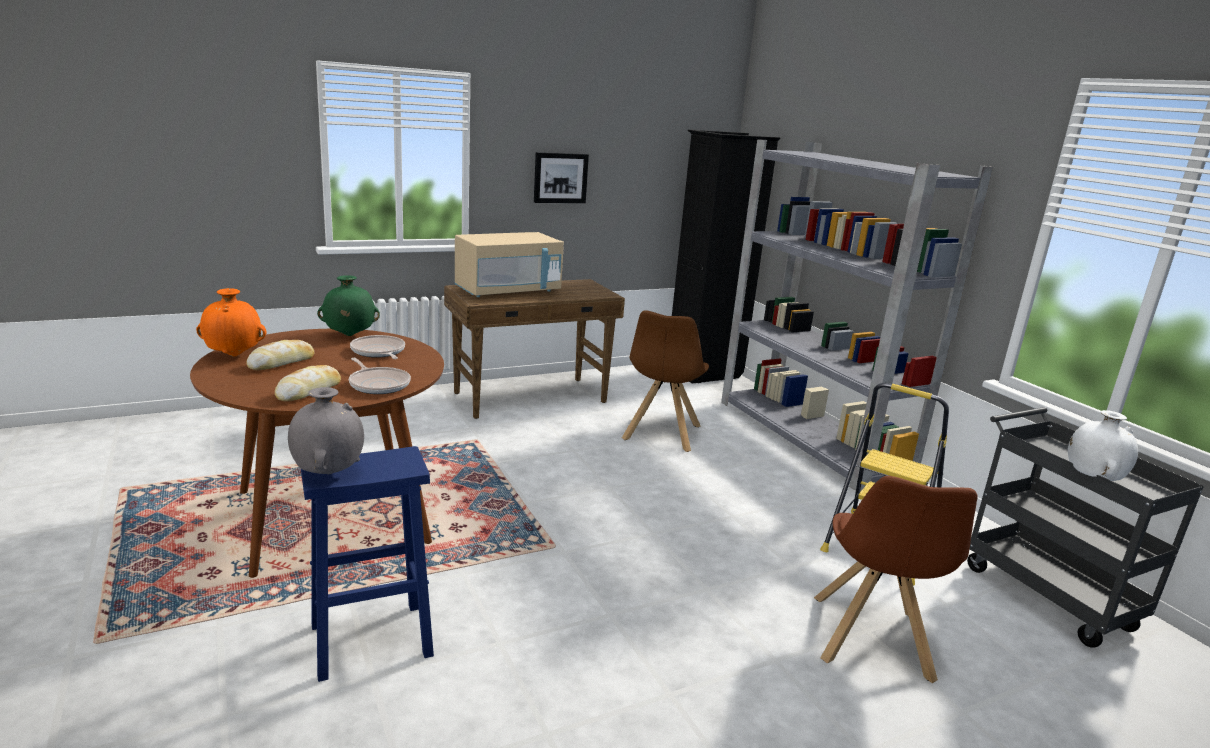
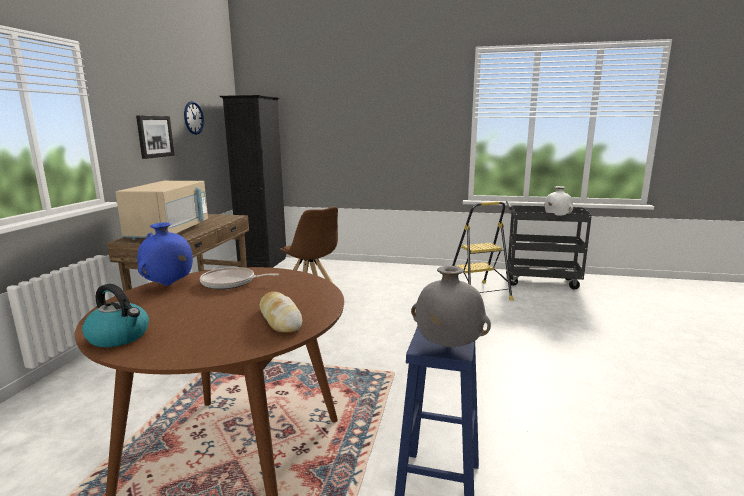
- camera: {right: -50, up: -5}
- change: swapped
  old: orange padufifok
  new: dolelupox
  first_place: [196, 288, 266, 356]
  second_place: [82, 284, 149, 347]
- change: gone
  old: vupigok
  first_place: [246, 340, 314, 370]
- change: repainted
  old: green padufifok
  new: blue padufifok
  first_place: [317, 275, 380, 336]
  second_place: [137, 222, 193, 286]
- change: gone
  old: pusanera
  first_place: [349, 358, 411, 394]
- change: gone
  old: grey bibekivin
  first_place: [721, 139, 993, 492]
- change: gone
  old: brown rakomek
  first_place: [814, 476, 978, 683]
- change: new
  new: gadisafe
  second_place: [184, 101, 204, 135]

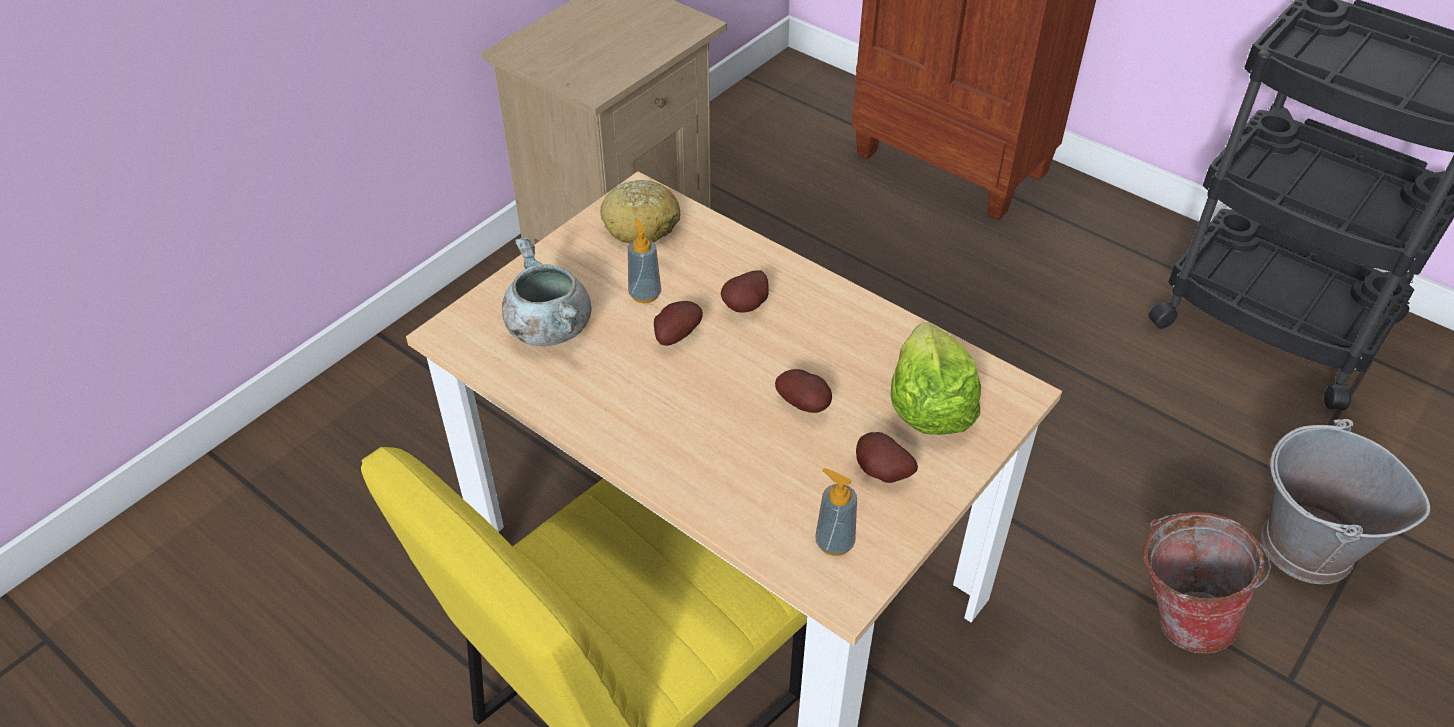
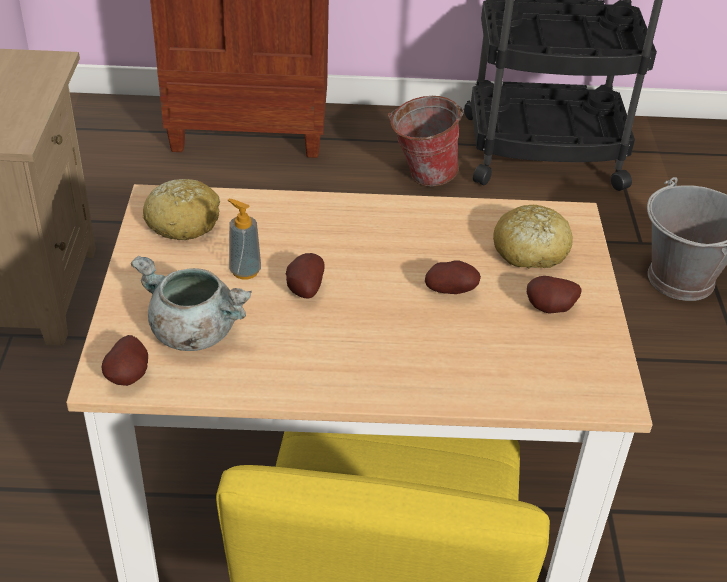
- camera: {right: -40, up: -5}
- change: shifted
  old: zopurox
  first_place: [721, 271, 769, 313]
  second_place: [102, 335, 148, 386]
- change: gone
  old: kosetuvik
  first_place: [815, 468, 857, 556]
- change: swapped
  old: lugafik
  new: vupigok
  first_place: [891, 323, 981, 435]
  second_place: [493, 205, 573, 269]
- change: shifted
  old: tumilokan
  first_place: [1143, 512, 1271, 654]
  second_place: [388, 96, 464, 187]

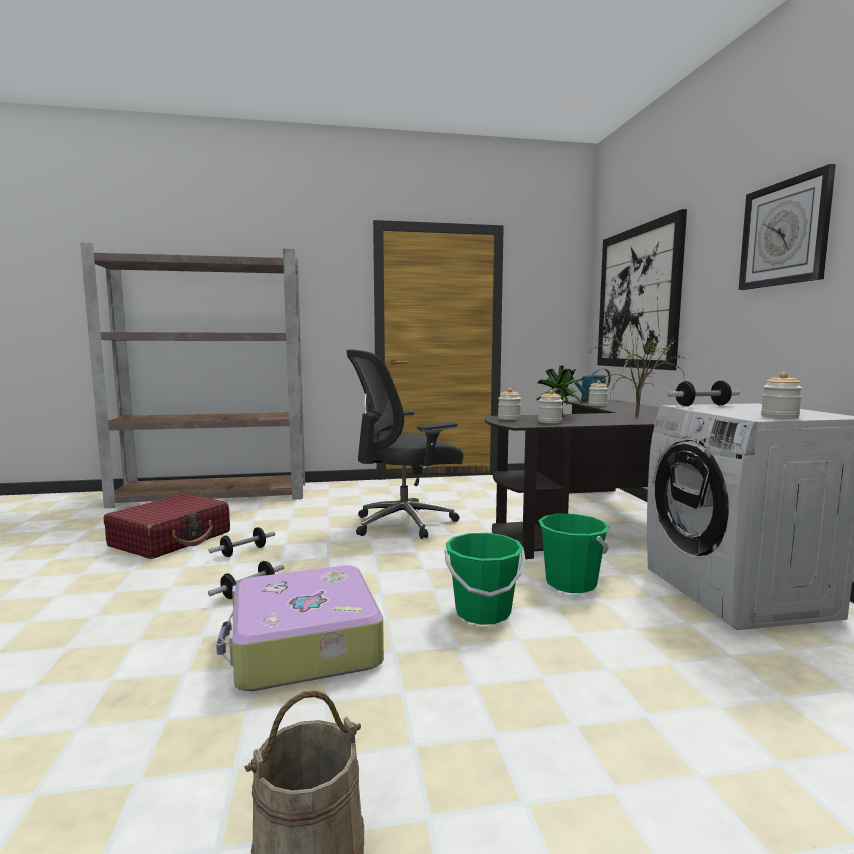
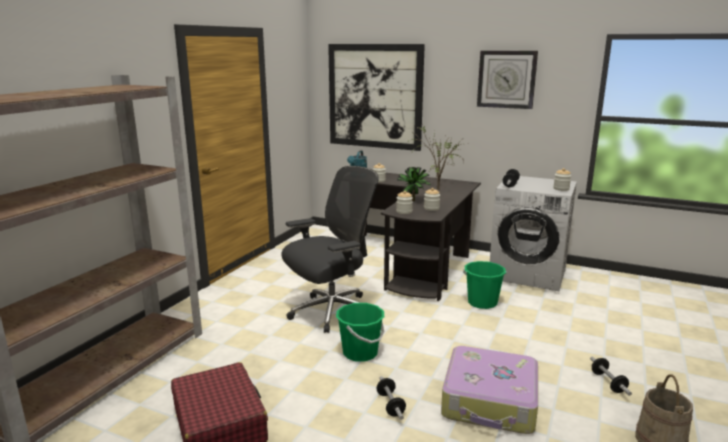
- camera: {right: -55, up: 10}
- change: shifted
  old: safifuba
  first_place: [209, 527, 275, 557]
  second_place: [590, 356, 632, 396]
- change: rotated
  old: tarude
  first_place: [346, 350, 464, 539]
  second_place: [281, 166, 379, 333]
  degrees: -135
- change: shifted
  old: green tumilokan
  first_place: [445, 533, 525, 625]
  second_place: [336, 303, 384, 362]

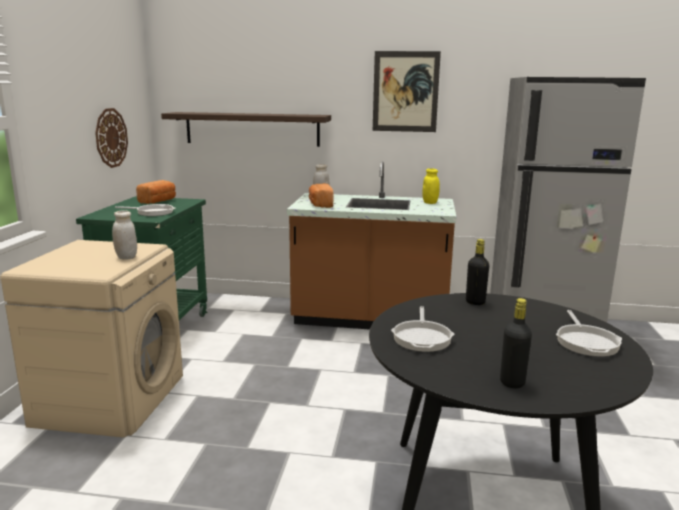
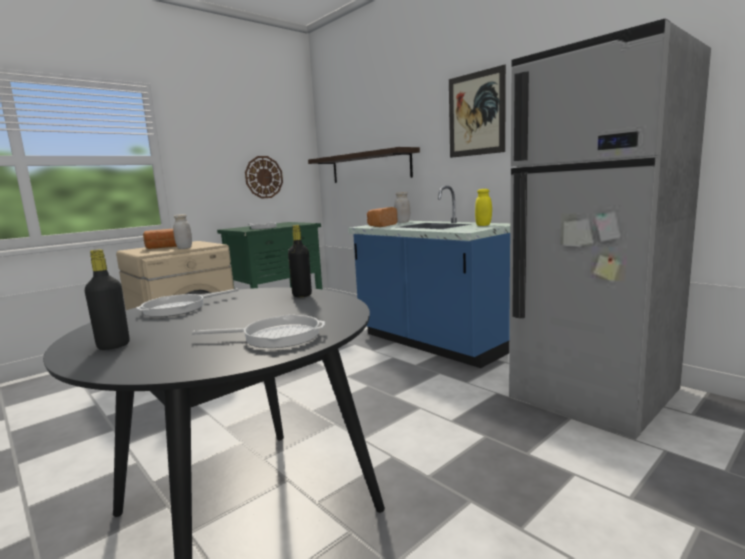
- camera: {right: 40, up: -5}
- change: shifted
  old: vupigok
  first_place: [136, 180, 176, 204]
  second_place: [143, 229, 177, 249]
- change: repainted
  old: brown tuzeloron
  new: blue tuzeloron
  first_place: [287, 161, 456, 330]
  second_place: [348, 186, 510, 368]
- change: rotated
  old: pusanera
  first_place: [556, 310, 622, 357]
  second_place: [192, 314, 325, 348]
  degrees: -135

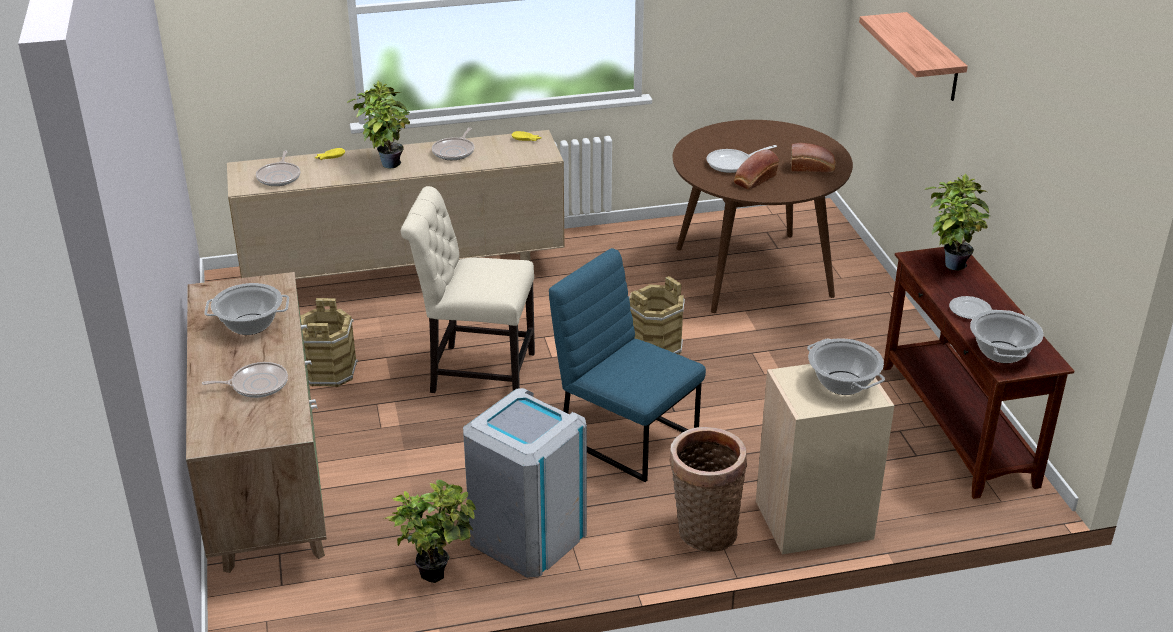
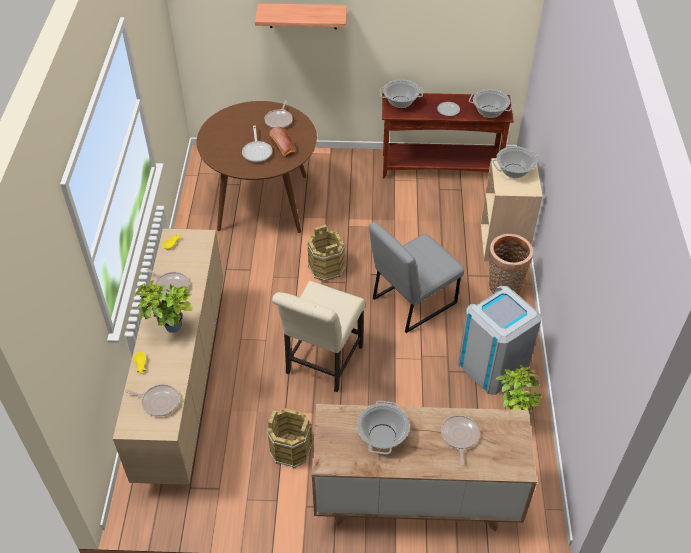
- camera: {right: -75, up: 15}
- change: repainted
  old: blue rakomek
  new: grey rakomek
  first_place: [549, 248, 706, 482]
  second_place: [369, 222, 464, 333]
- change: swapped
  old: vupigok
  new: pusanera
  first_place: [790, 143, 835, 172]
  second_place: [265, 100, 293, 128]
- change: swapped
  old: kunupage
  new: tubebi
  first_place: [925, 173, 990, 271]
  second_place: [380, 79, 423, 108]

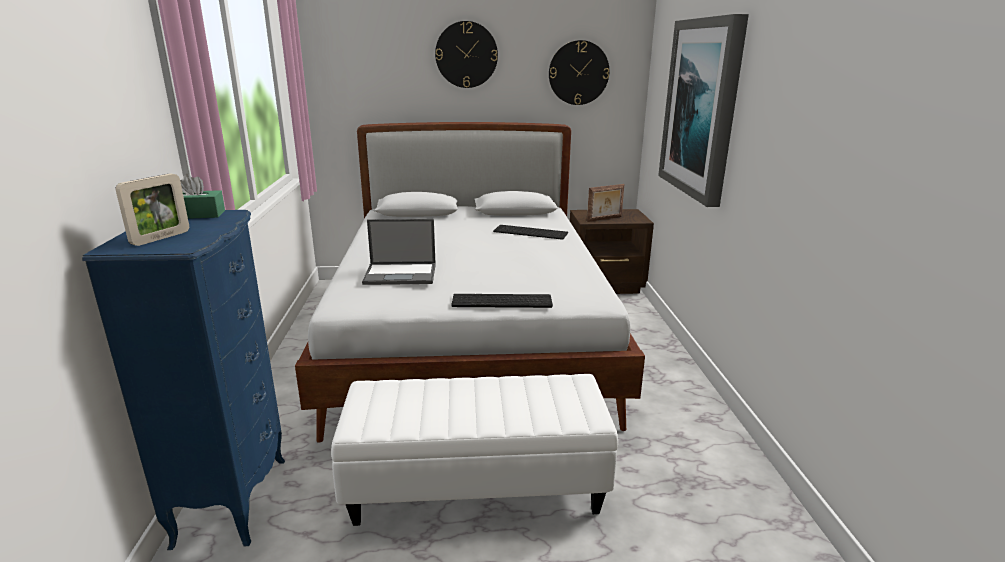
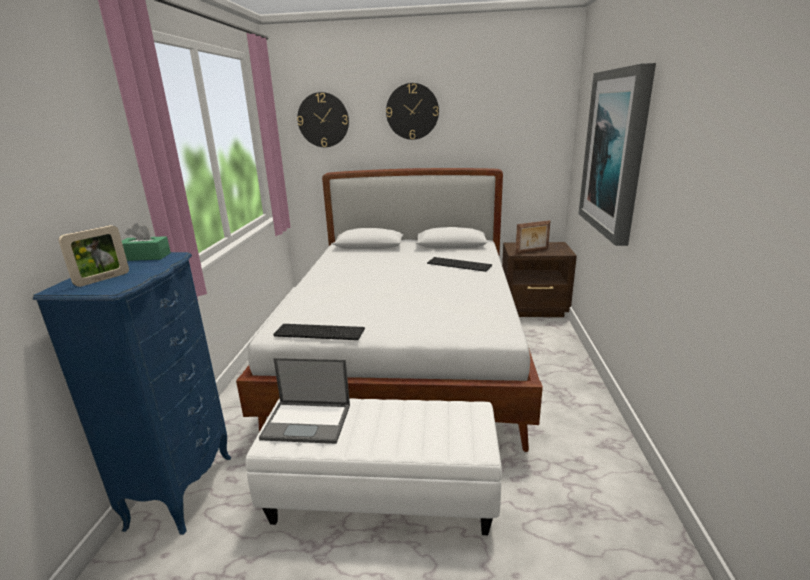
- camera: {right: 10, up: 0}
- change: shifted
  old: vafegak
  first_place: [362, 219, 436, 285]
  second_place: [259, 358, 350, 444]
- change: shifted
  old: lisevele
  first_place: [451, 294, 553, 308]
  second_place: [273, 324, 365, 340]
- change: shifted
  old: gadisafe
  first_place: [549, 40, 609, 105]
  second_place: [297, 92, 349, 147]

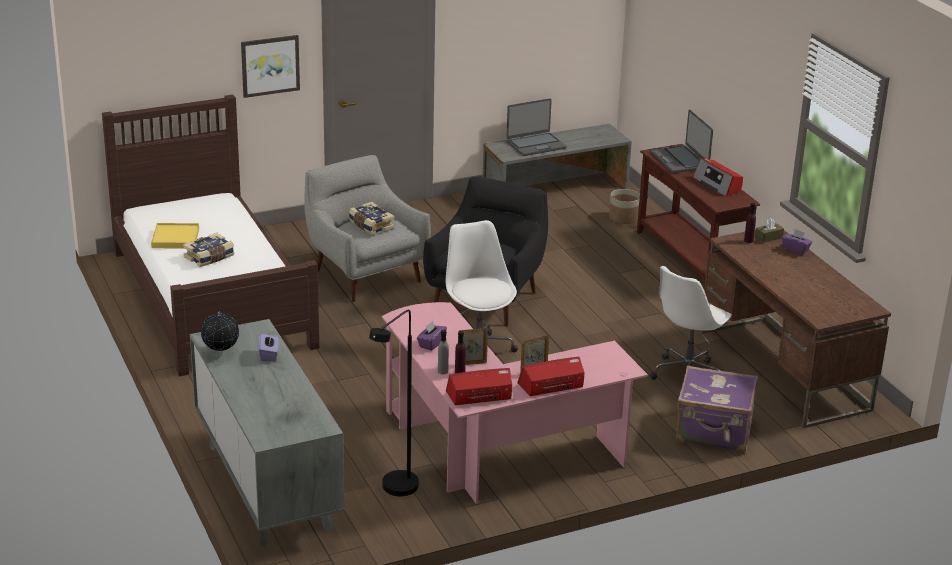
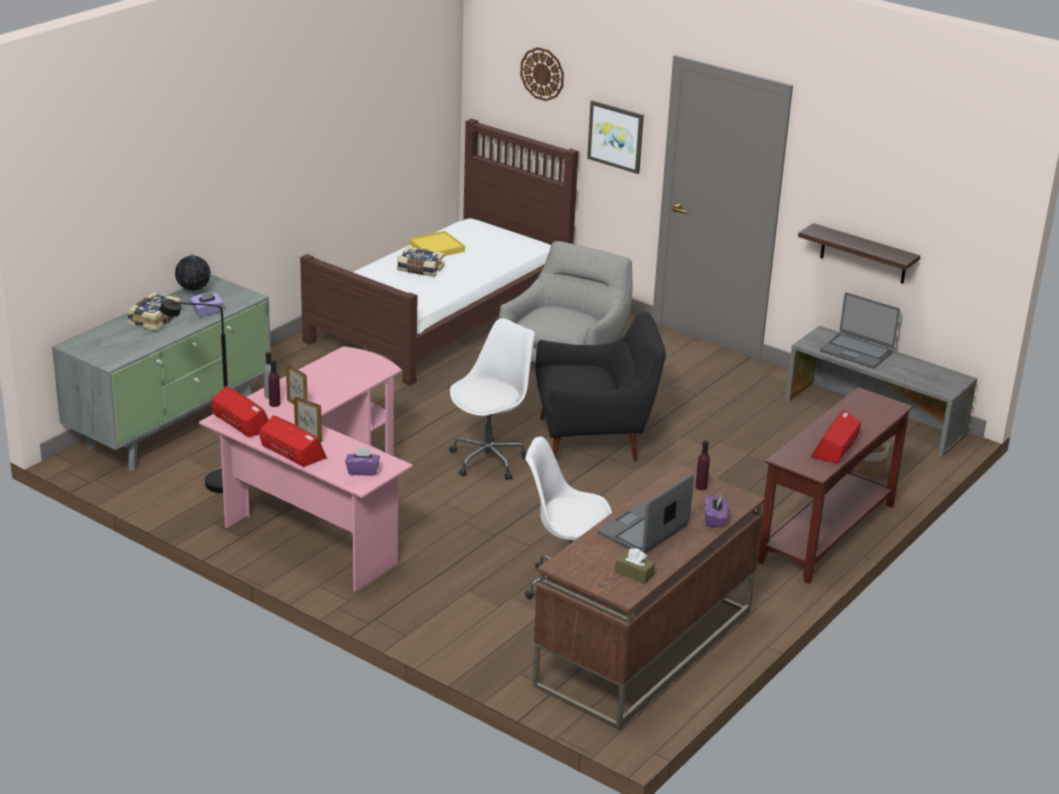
- camera: {right: 60, up: 0}
- change: shifted
  old: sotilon
  first_place: [349, 202, 395, 235]
  second_place: [127, 292, 182, 331]
- change: shifted
  old: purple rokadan
  first_place: [417, 321, 447, 351]
  second_place: [345, 447, 380, 476]
- change: shifted
  old: vafegak
  first_place: [651, 110, 713, 173]
  second_place: [597, 473, 694, 554]
- change: gone
  old: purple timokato
  first_place: [676, 366, 758, 452]
- change: shifted
  old: brown rokadan
  first_place: [755, 218, 784, 243]
  second_place: [615, 548, 655, 584]
- change: new
  new: gadisafe
  second_place: [520, 47, 564, 101]
- change: new
  new: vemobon
  second_place: [798, 223, 920, 284]

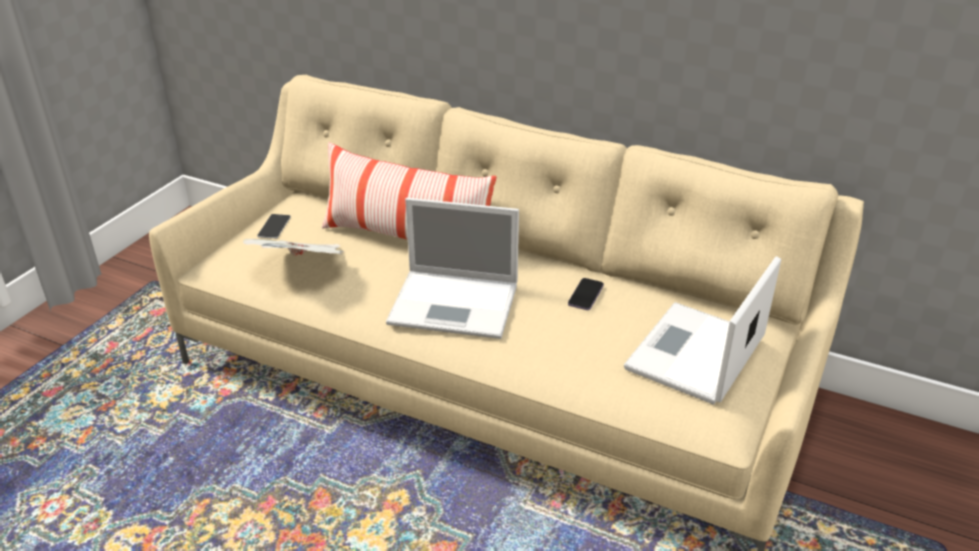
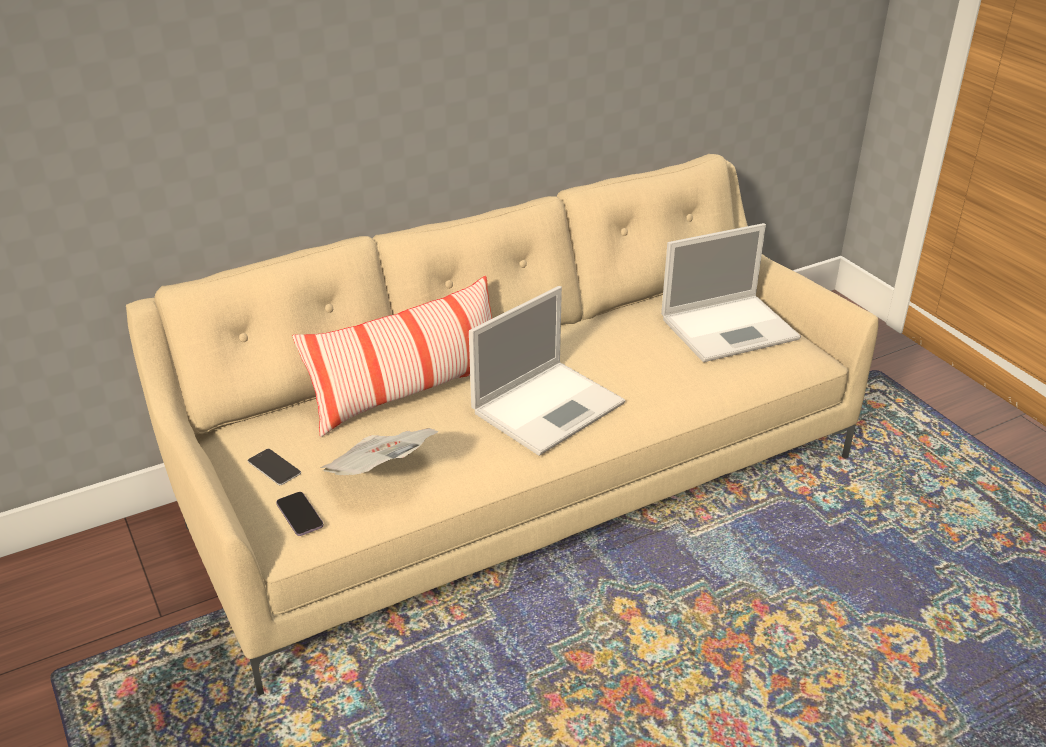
- camera: {right: -55, up: 0}
- change: shifted
  old: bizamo
  first_place: [568, 278, 604, 310]
  second_place: [276, 492, 324, 536]
- change: rotated
  old: vafegak
  first_place: [624, 256, 781, 405]
  second_place: [661, 223, 801, 362]
  degrees: -90

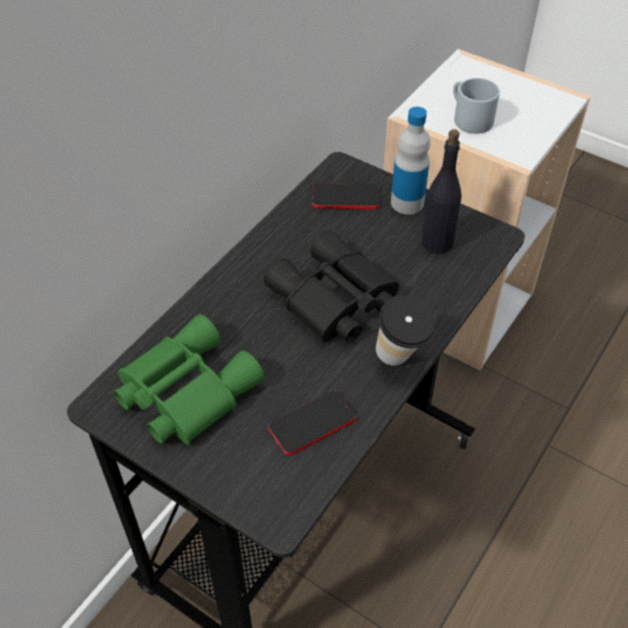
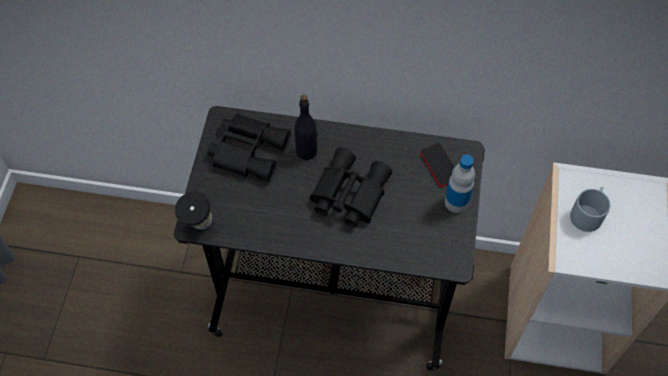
- camera: {right: 65, up: 10}
- change: repainted
  old: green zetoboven
  new: black zetoboven
  first_place: [114, 314, 265, 445]
  second_place: [207, 113, 291, 182]
- change: gone
  old: bizamo
  first_place: [268, 391, 356, 456]
- change: shifted
  old: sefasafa
  first_place: [376, 296, 436, 366]
  second_place: [175, 192, 213, 230]
- change: shifted
  old: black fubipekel
  first_place: [421, 129, 462, 254]
  second_place: [294, 95, 318, 160]

